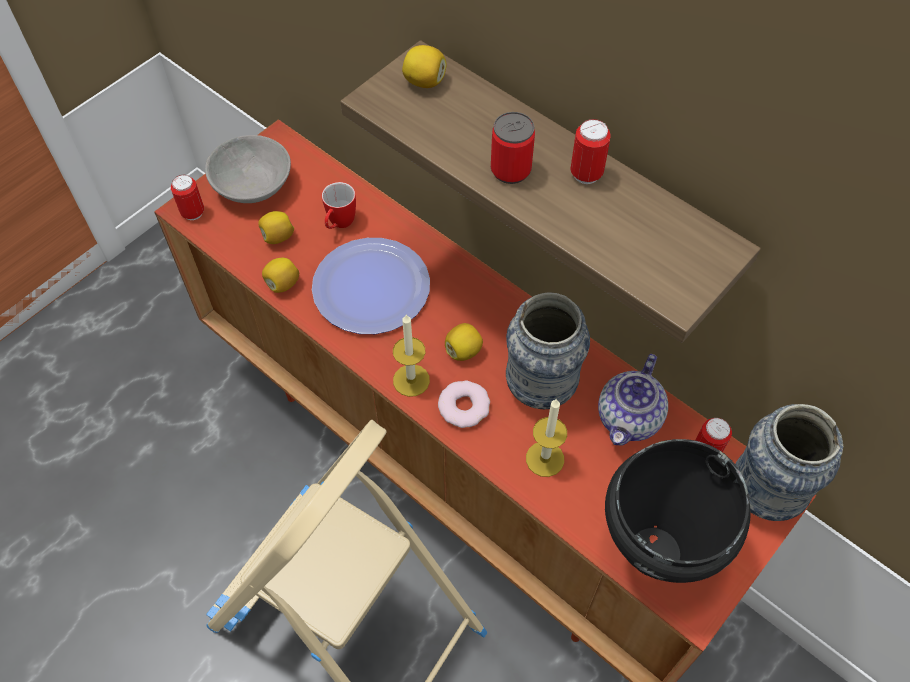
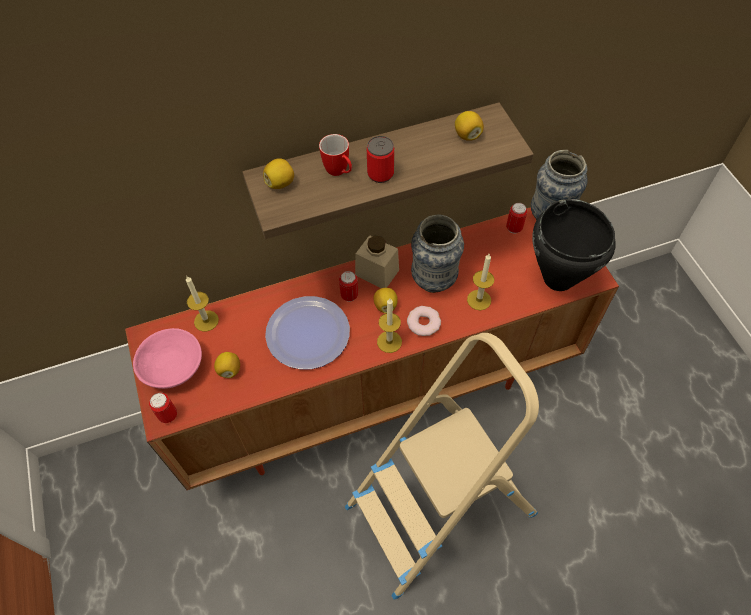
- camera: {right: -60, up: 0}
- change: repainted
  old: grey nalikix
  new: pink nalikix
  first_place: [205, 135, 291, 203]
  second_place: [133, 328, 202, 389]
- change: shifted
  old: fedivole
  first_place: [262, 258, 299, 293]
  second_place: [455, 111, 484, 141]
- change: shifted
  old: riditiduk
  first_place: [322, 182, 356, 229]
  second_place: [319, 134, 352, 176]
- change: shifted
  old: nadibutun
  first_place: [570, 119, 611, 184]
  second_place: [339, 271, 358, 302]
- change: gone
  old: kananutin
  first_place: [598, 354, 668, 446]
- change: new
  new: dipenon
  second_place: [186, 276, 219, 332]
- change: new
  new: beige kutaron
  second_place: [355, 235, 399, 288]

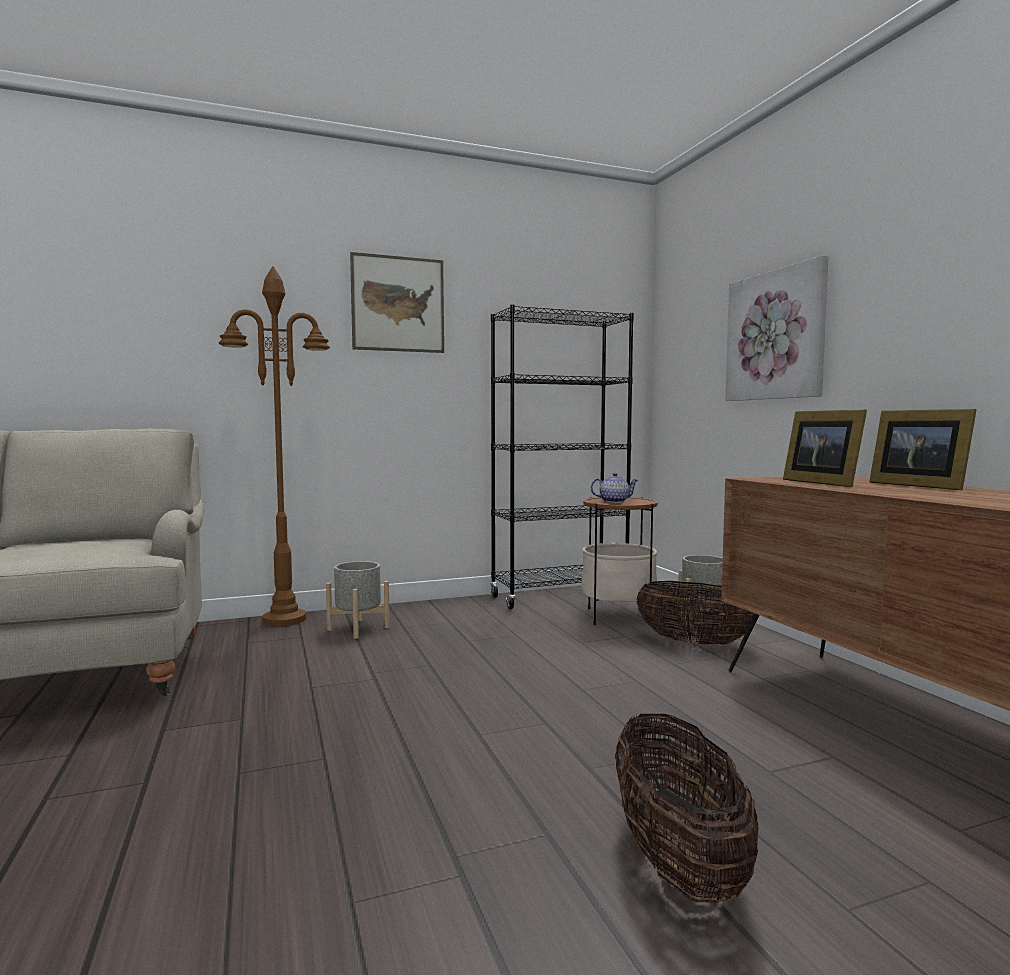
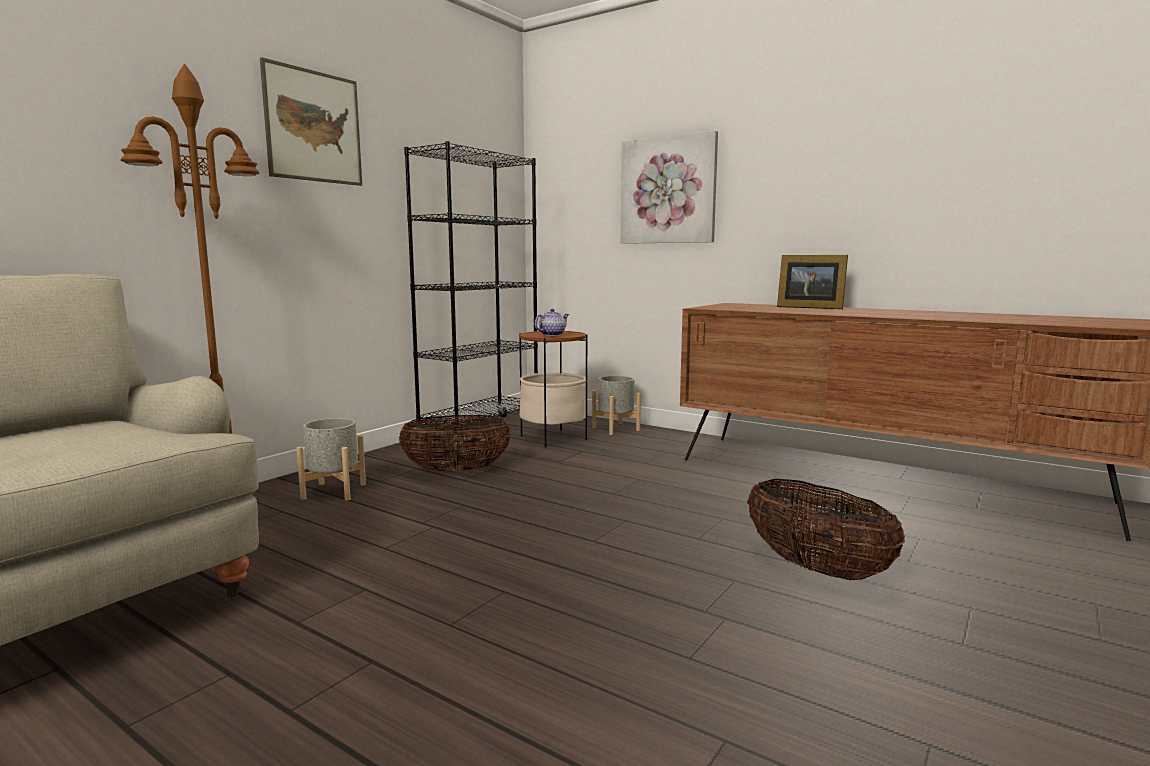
- camera: {right: -35, up: 5}
- change: shifted
  old: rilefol
  first_place: [637, 581, 754, 645]
  second_place: [399, 415, 511, 472]
- change: gone
  old: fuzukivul
  first_place: [783, 409, 867, 487]

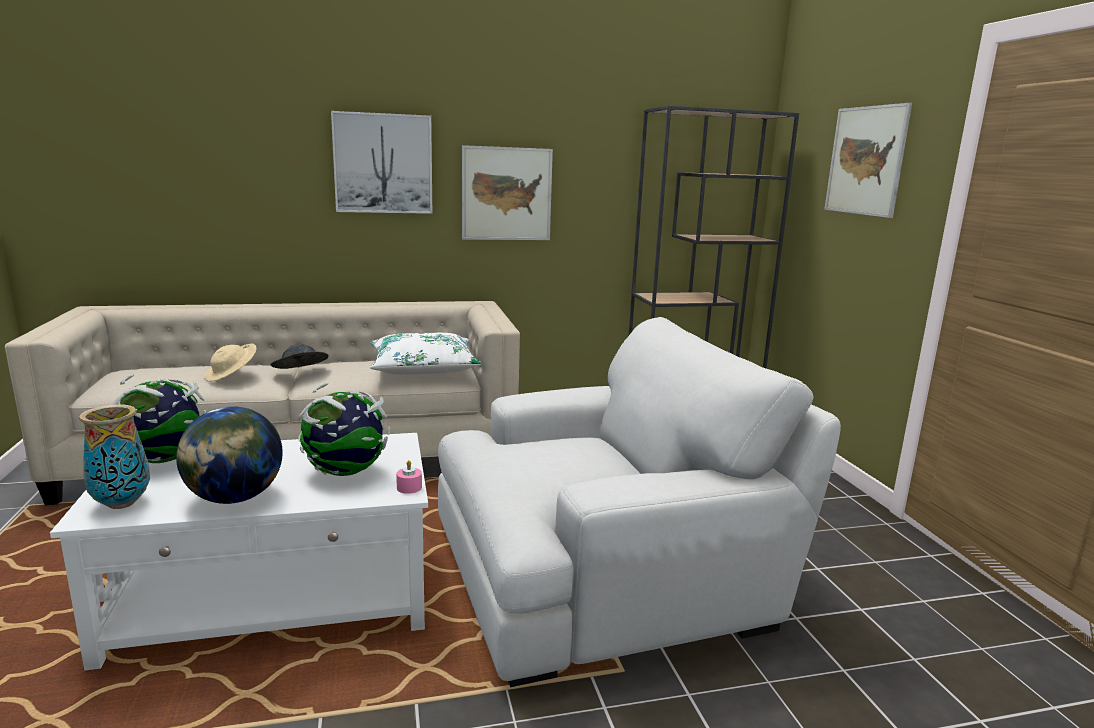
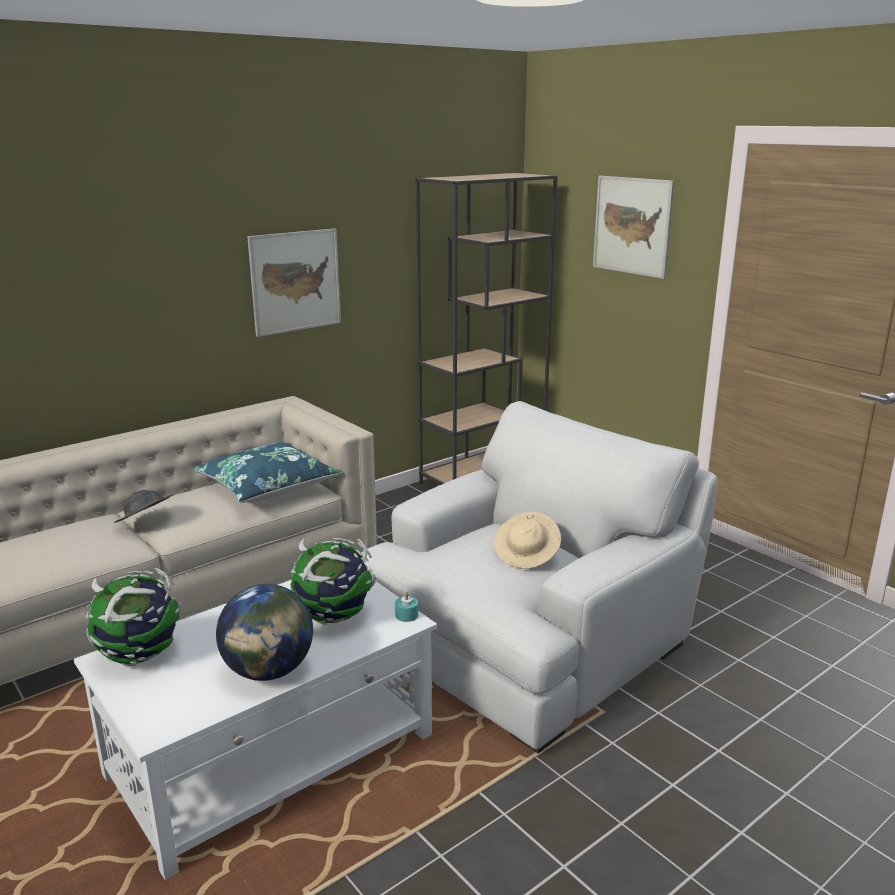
- camera: {right: -25, up: 5}
- change: gone
  old: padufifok
  first_place: [79, 405, 150, 509]
- change: shifted
  old: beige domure
  first_place: [204, 344, 256, 382]
  second_place: [494, 512, 561, 569]
- change: gone
  old: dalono
  first_place: [331, 111, 432, 214]
- change: repainted
  old: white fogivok
  new: blue fogivok
  first_place: [370, 333, 482, 374]
  second_place: [193, 442, 341, 503]
- change: repainted
  old: pink dipenon
  new: turquoise dipenon
  first_place: [396, 460, 422, 494]
  second_place: [395, 591, 418, 622]

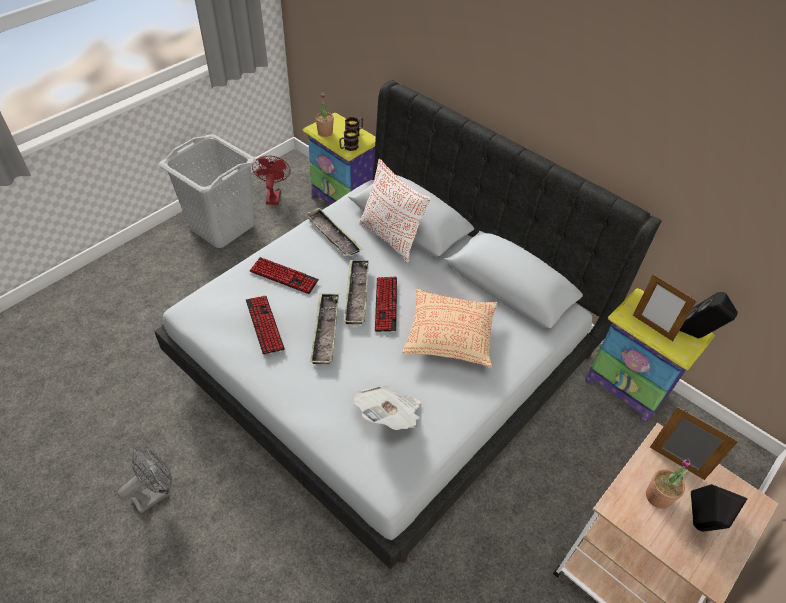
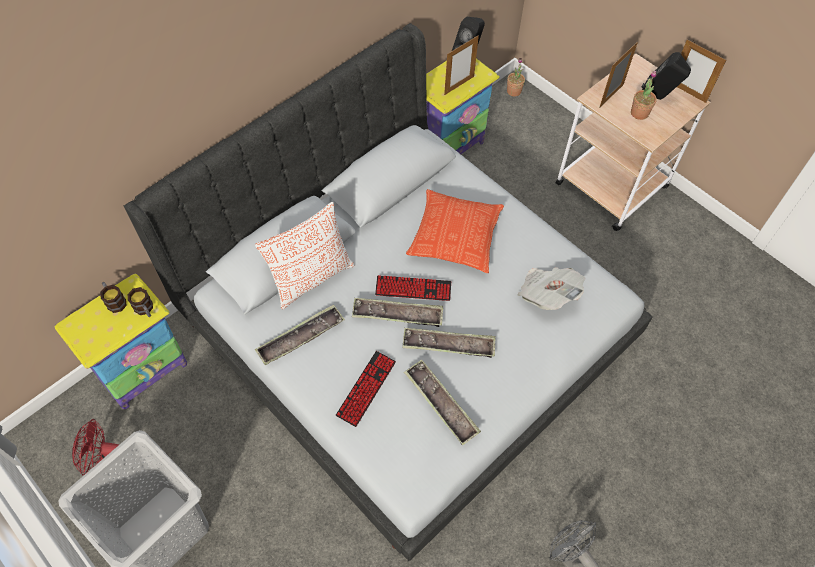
- camera: {right: -85, up: 10}
- change: swapped
  old: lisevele
  new: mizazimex
  first_place: [246, 296, 285, 355]
  second_place: [404, 360, 481, 445]
- change: shifted
  old: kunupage
  first_place: [315, 92, 334, 137]
  second_place: [507, 58, 525, 97]
- change: repainted
  old: beige fogivok
  new: orange fogivok
  first_place: [402, 289, 497, 368]
  second_place: [406, 189, 504, 273]
- change: new
  new: fuzukivul
  second_place: [677, 40, 726, 103]

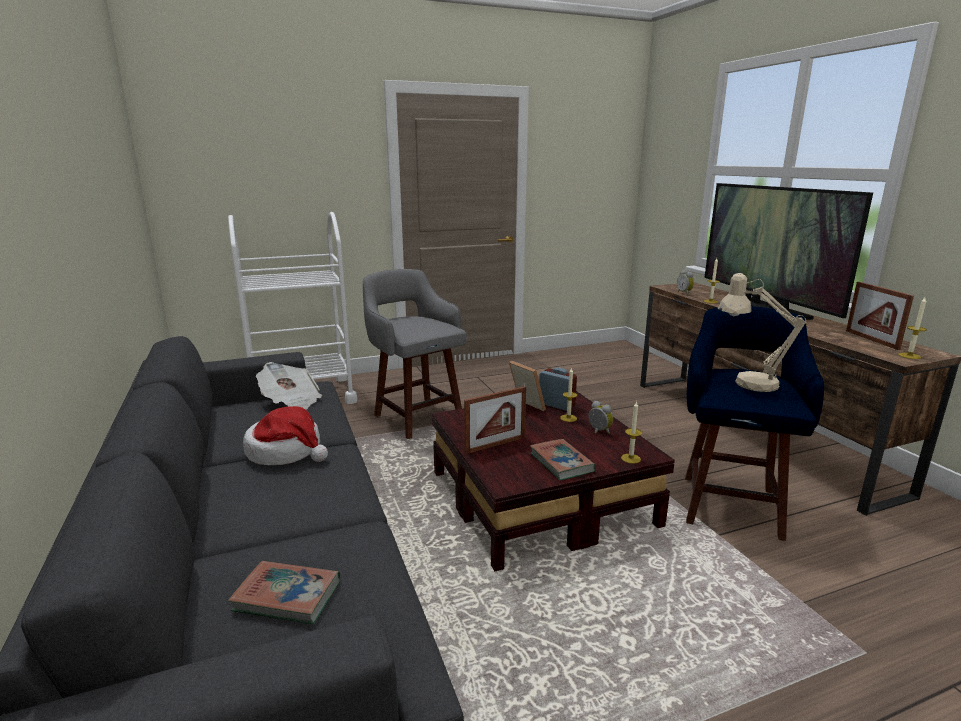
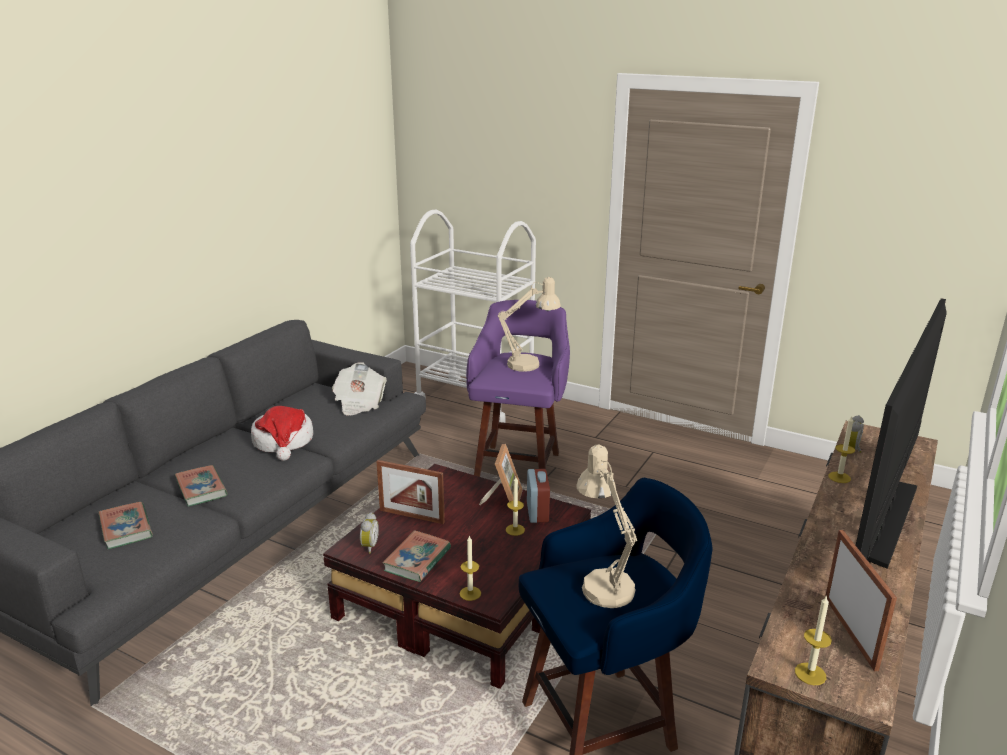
- camera: {right: 50, up: 5}
- change: repainted
  old: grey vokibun
  new: purple vokibun
  first_place: [363, 269, 467, 439]
  second_place: [466, 300, 570, 477]
- change: shifted
  old: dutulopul
  first_place: [588, 401, 613, 434]
  second_place: [360, 512, 379, 554]
- change: rotated
  old: fuzukivul
  first_place: [846, 282, 914, 350]
  second_place: [825, 530, 897, 671]
  degrees: 135
- change: new
  new: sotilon
  second_place: [175, 465, 228, 507]
- change: new
  new: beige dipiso
  second_place: [498, 277, 561, 372]

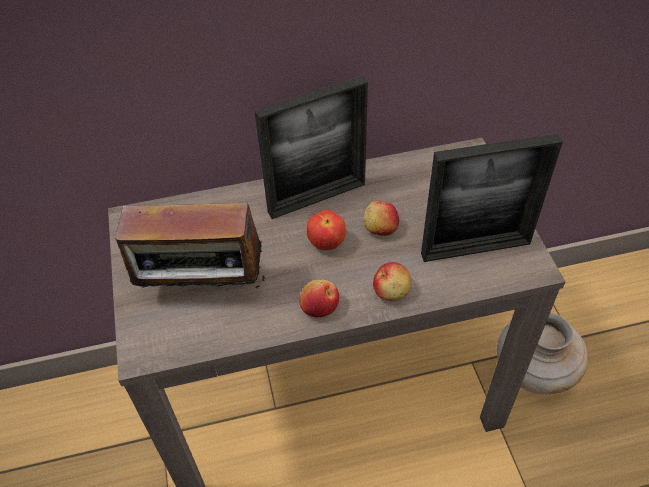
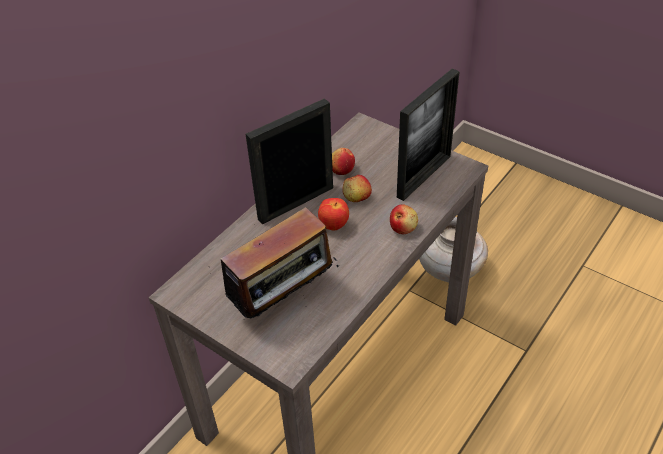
- camera: {right: -40, up: -5}
- change: rotated
  old: fuzukivul
  first_place: [254, 76, 368, 219]
  second_place: [246, 98, 333, 225]
  degrees: -150
- change: shifted
  old: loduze
  first_place: [299, 279, 339, 317]
  second_place: [332, 148, 355, 175]

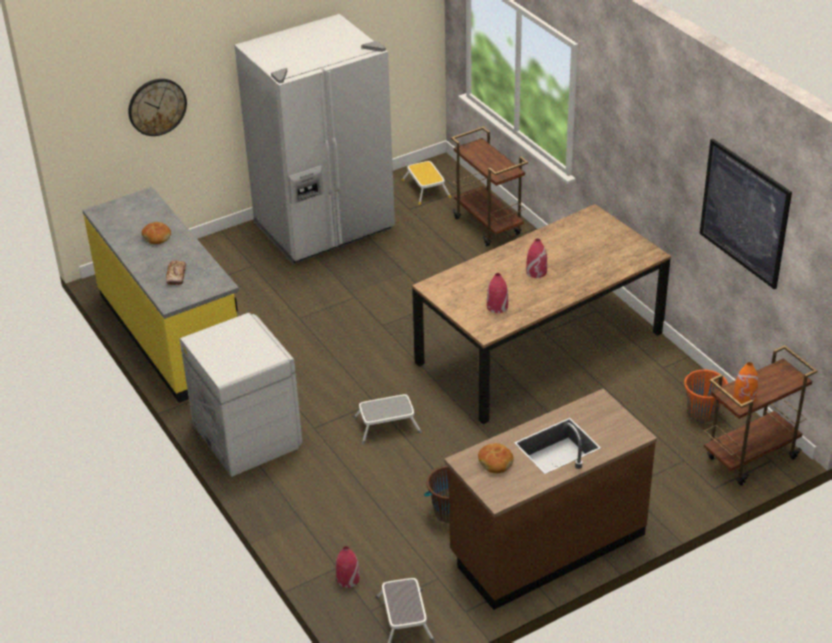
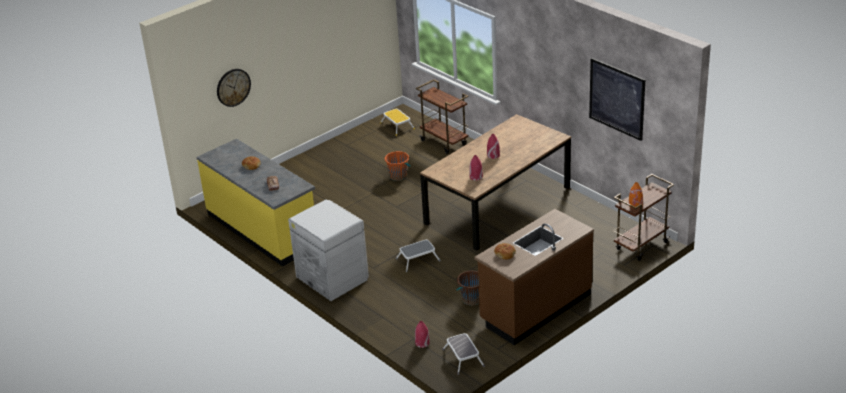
- camera: {right: -10, up: -5}
- change: gone
  old: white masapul
  first_place: [235, 14, 395, 264]
- change: shifted
  old: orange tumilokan
  first_place: [684, 370, 728, 423]
  second_place: [385, 151, 411, 181]

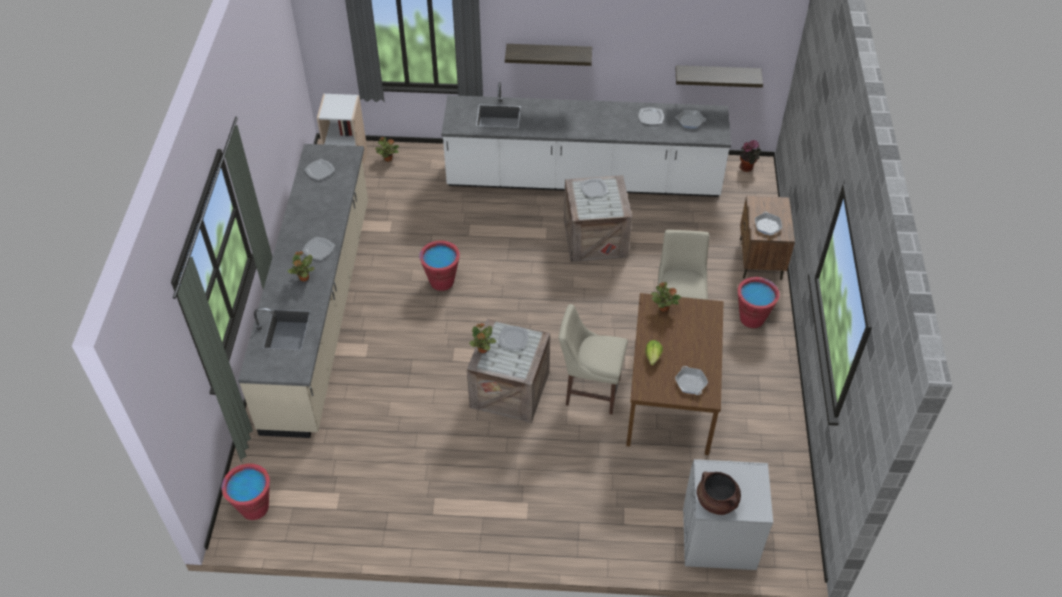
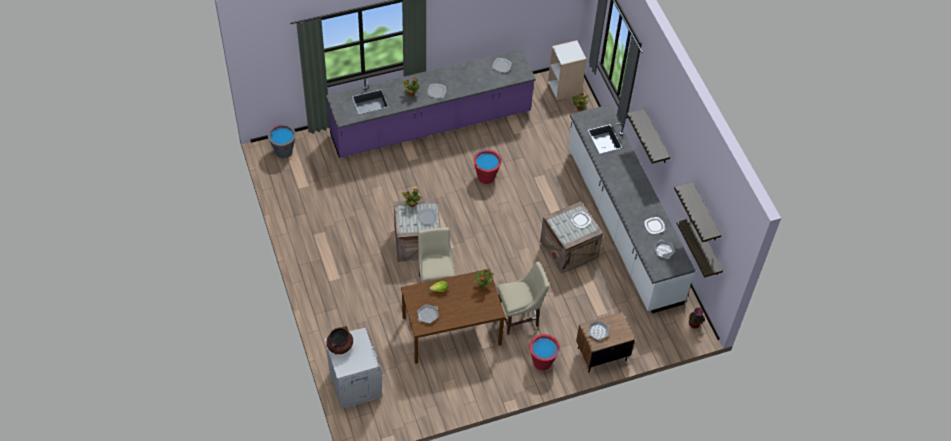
- camera: {right: 65, up: 5}
- change: repainted
  old: red tumilokan
  new: grey tumilokan
  first_place: [221, 463, 270, 520]
  second_place: [268, 124, 296, 158]
- change: repainted
  old: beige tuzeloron
  new: purple tuzeloron
  first_place: [238, 144, 368, 438]
  second_place: [326, 49, 536, 158]
- change: new
  new: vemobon
  second_place: [674, 182, 722, 242]

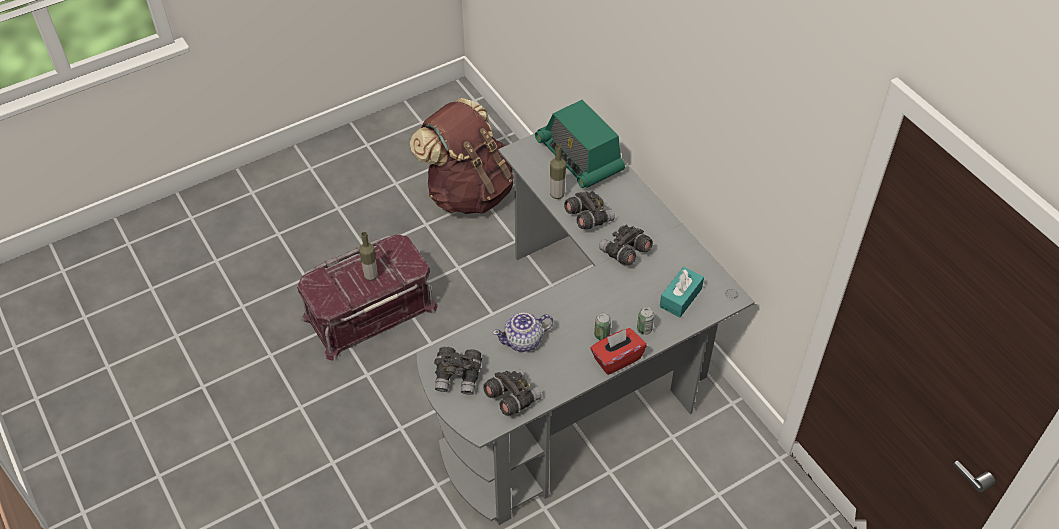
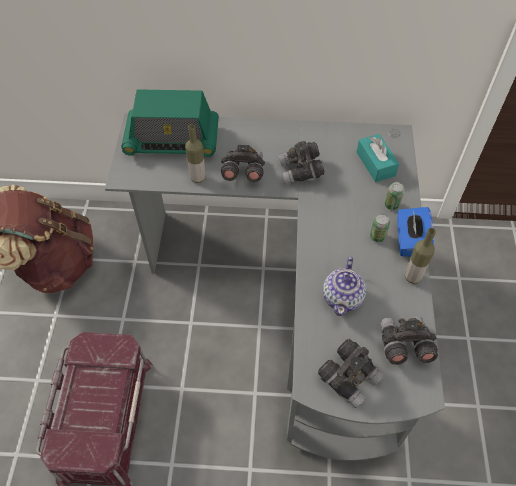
- camera: {right: -55, up: 5}
- change: shifted
  old: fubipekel
  first_place: [359, 232, 378, 281]
  second_place: [405, 228, 436, 284]
- change: repainted
  old: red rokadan
  new: blue rokadan
  first_place: [590, 328, 647, 375]
  second_place: [397, 207, 434, 257]

